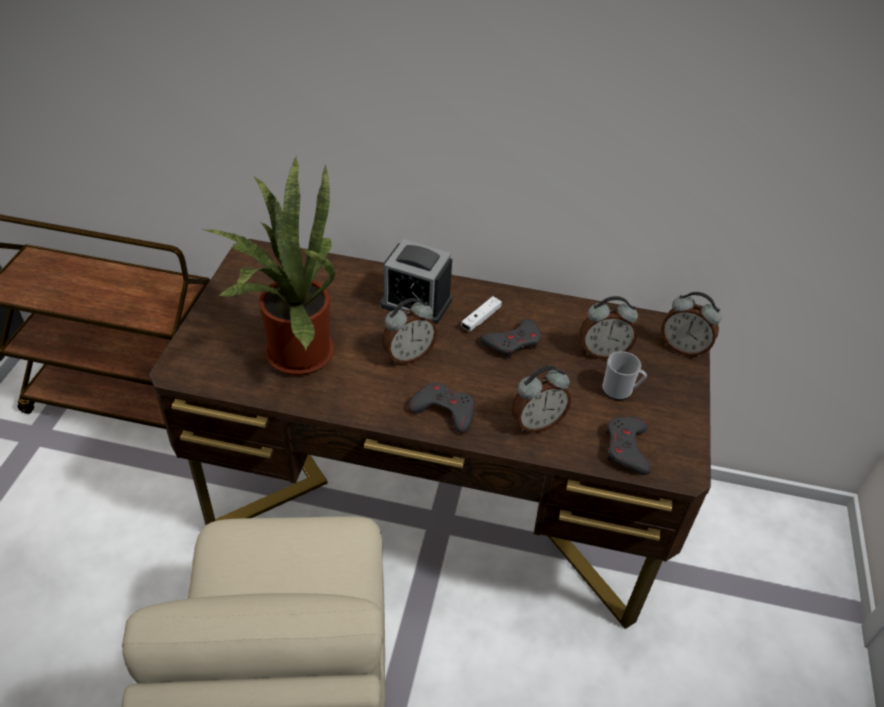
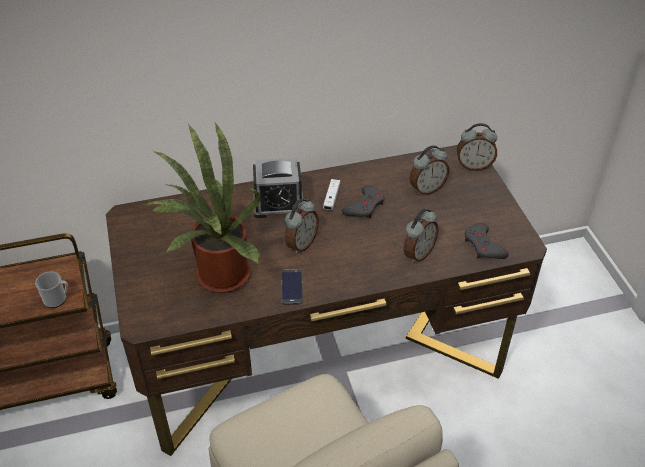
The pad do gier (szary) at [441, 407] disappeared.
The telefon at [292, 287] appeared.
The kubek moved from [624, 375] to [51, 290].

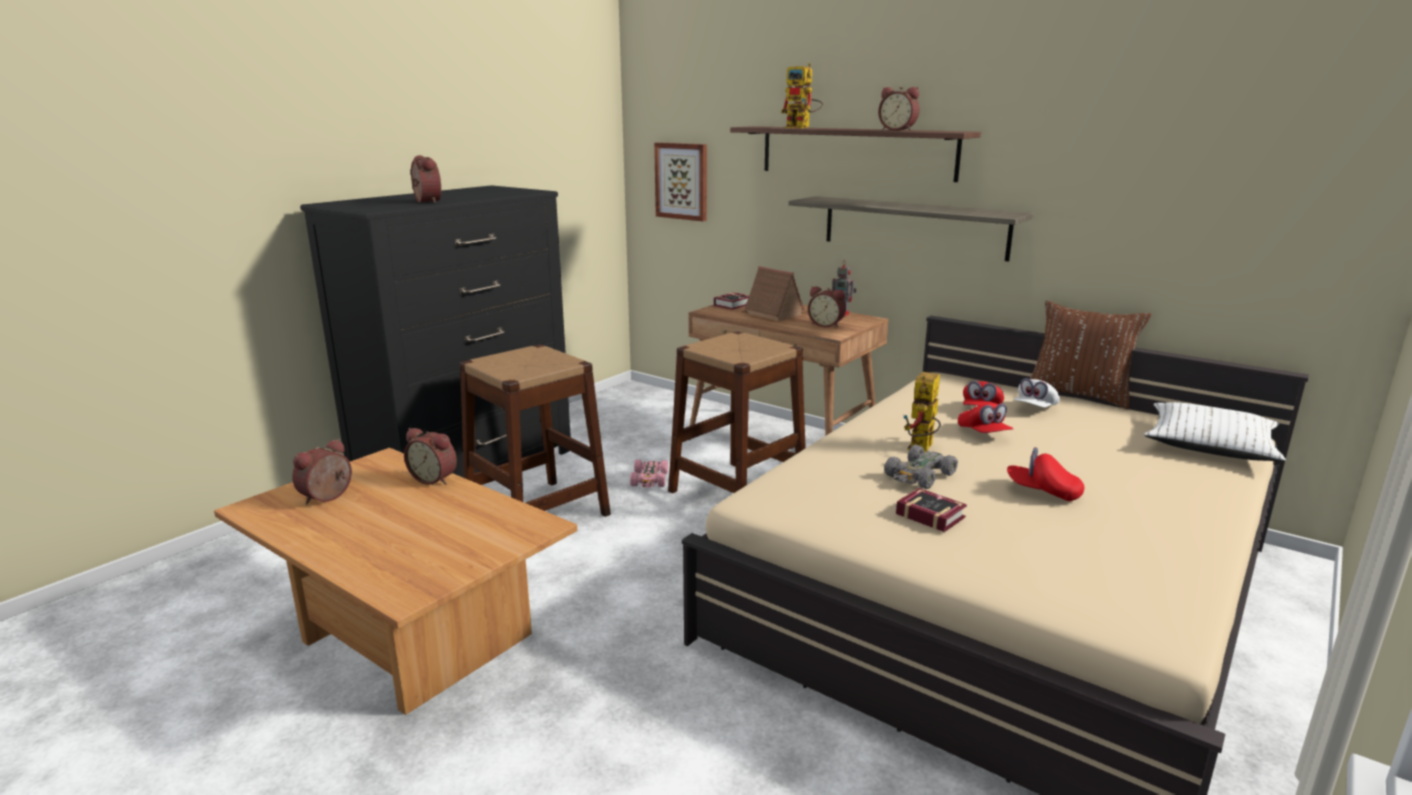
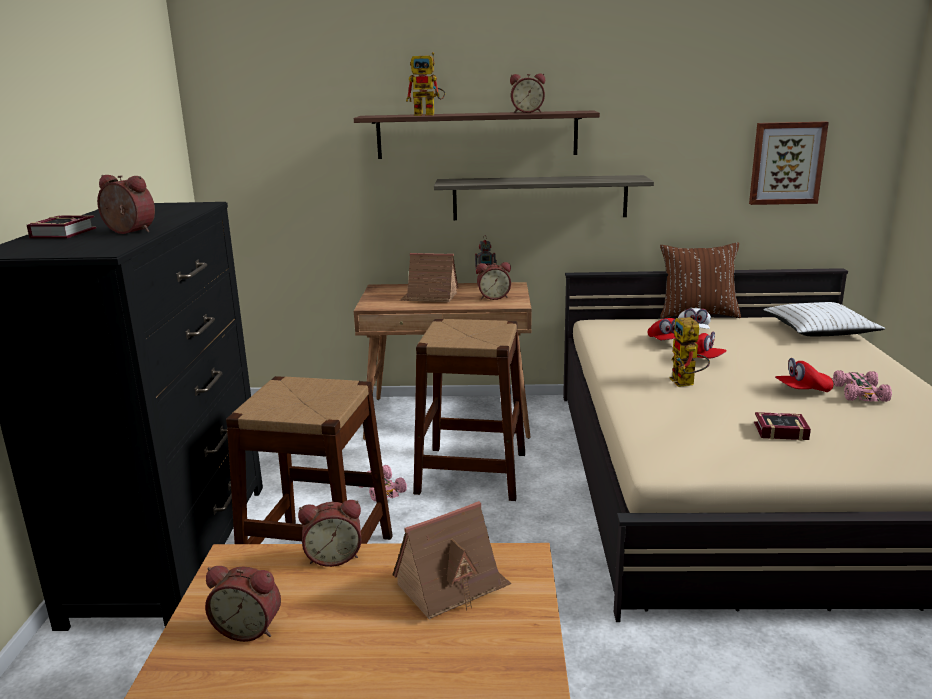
The samochodzik (szary) at [921, 467] disappeared.
The domek at [451, 560] appeared.
The samochodzik (różowy) at [862, 386] appeared.
The obraz moved from [680, 181] to [789, 163].
The książka moved from [731, 301] to [61, 226].
The budzik at [322, 471] turned 75 degrees counterclockwise.

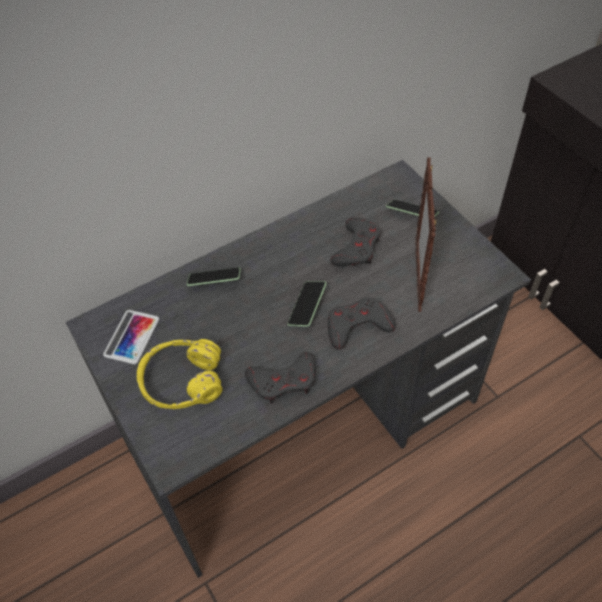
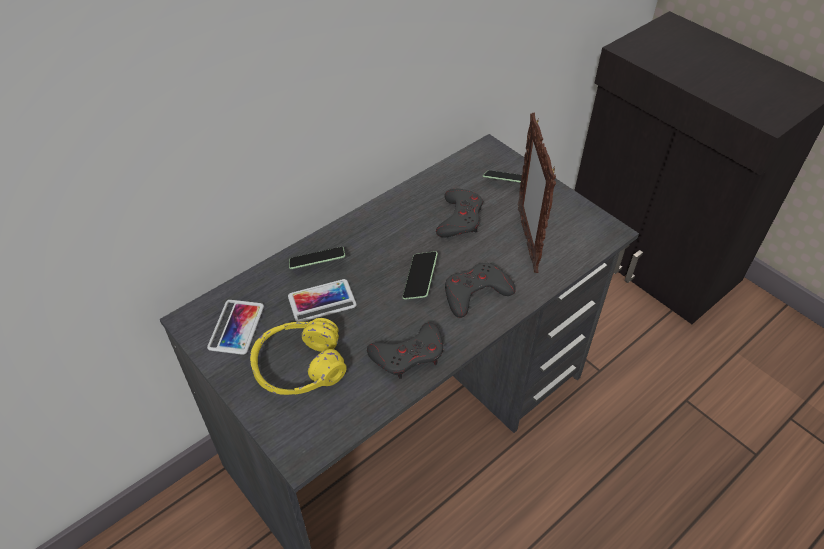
The telefon at [322, 300] appeared.

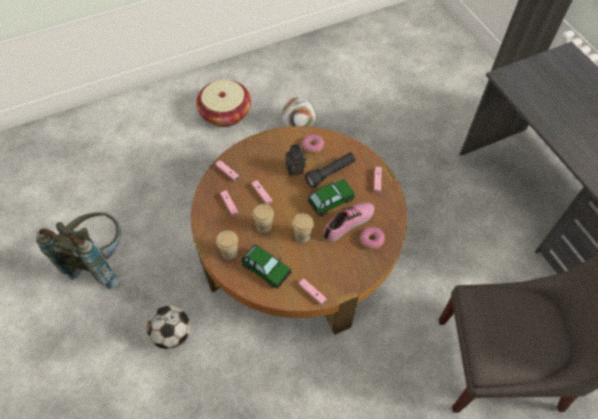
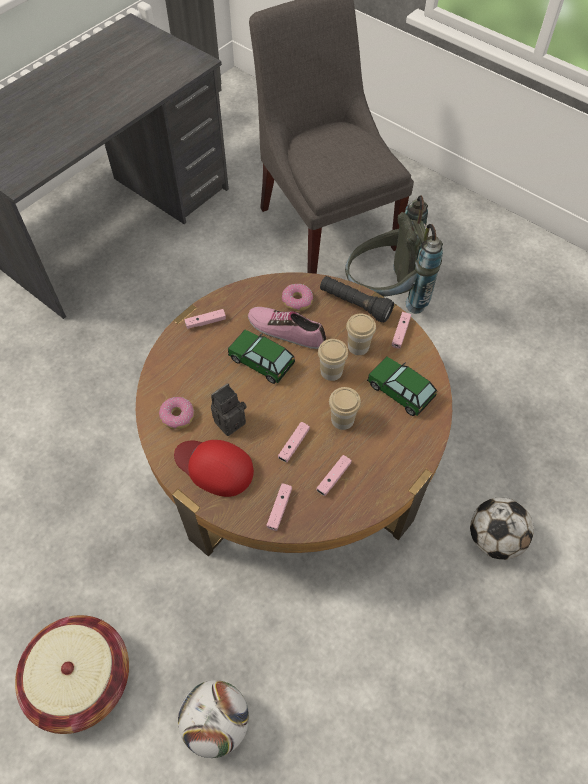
The czapka z daszkiem (czerwony) at [214, 468] appeared.
The plecak (szary) moved from [78, 250] to [394, 254].
The filiżanka moved from [227, 245] to [361, 334].
The piłka futbolowa moved from [299, 112] to [213, 719].
The latarka (czarny) moved from [330, 170] to [357, 299].
The samochodzik at [266, 266] turned 60 degrees counterclockwise.

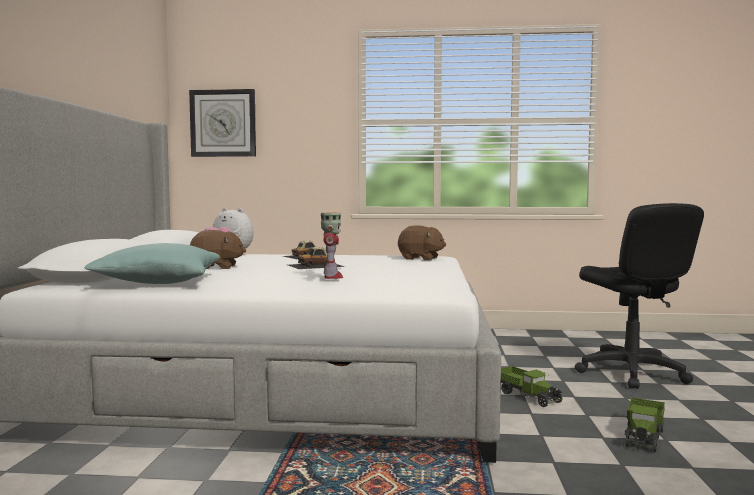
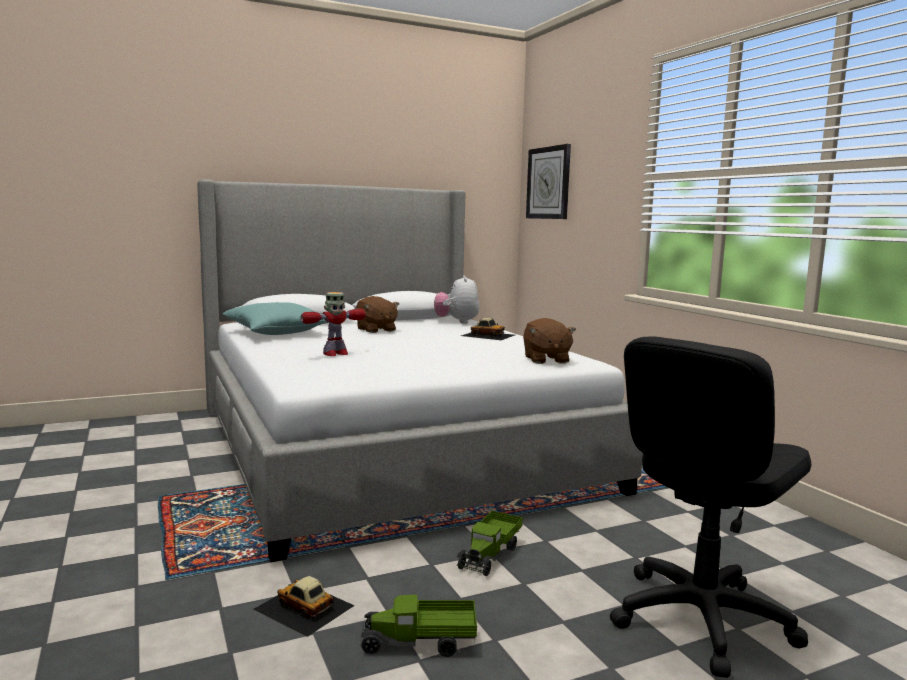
The samochodzik moved from [316, 258] to [304, 606].

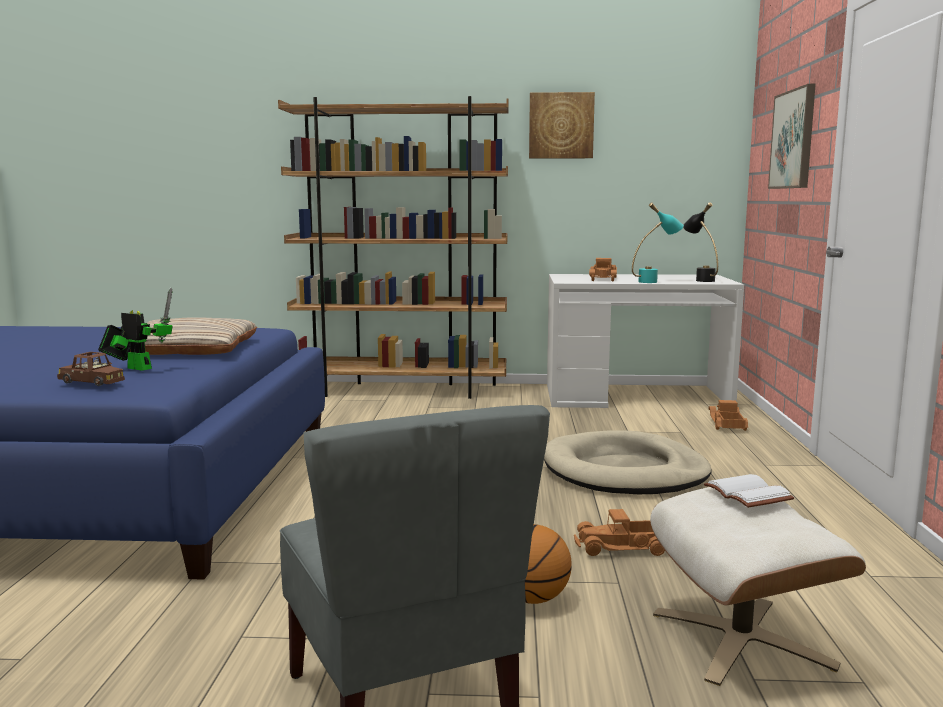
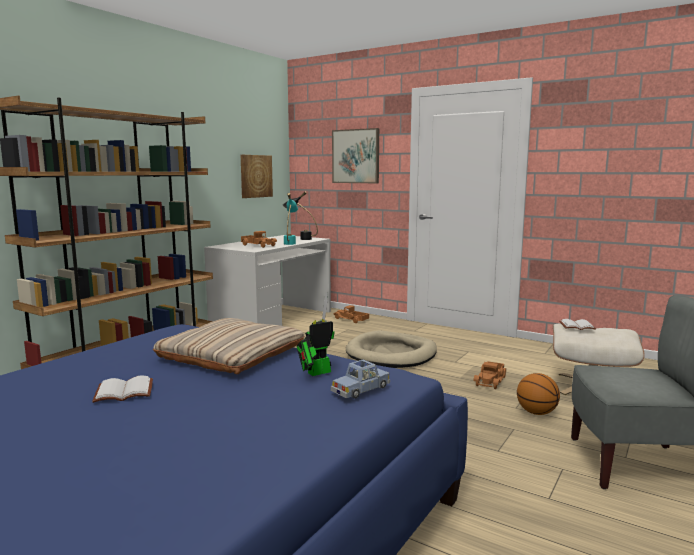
The książka (biały) at [122, 389] appeared.
The obraz moved from [562, 125] to [257, 176].
The samochodzik (brązowy) at [91, 369] became the samochodzik (niebieski) at [360, 379].

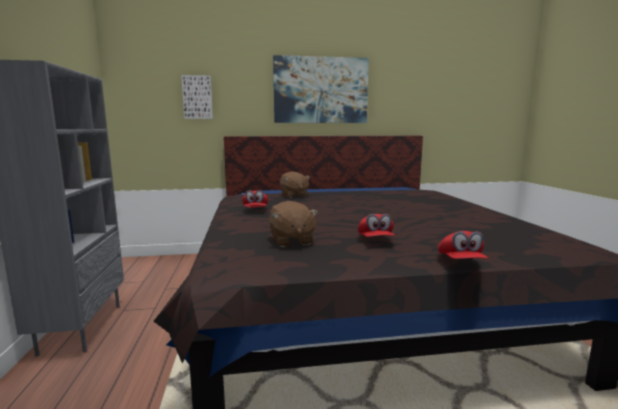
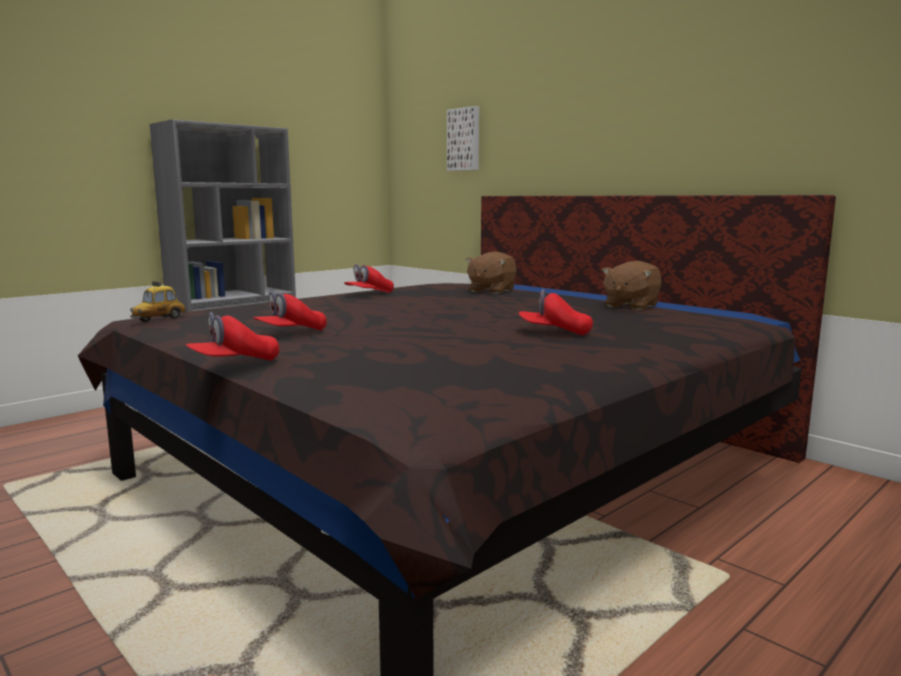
The obraz at [321, 89] disappeared.
The samochodzik at [159, 301] appeared.
The czapka z daszkiem (czerwony) at [556, 312] appeared.
The pluszak (brązowy) moved from [293, 224] to [632, 285].

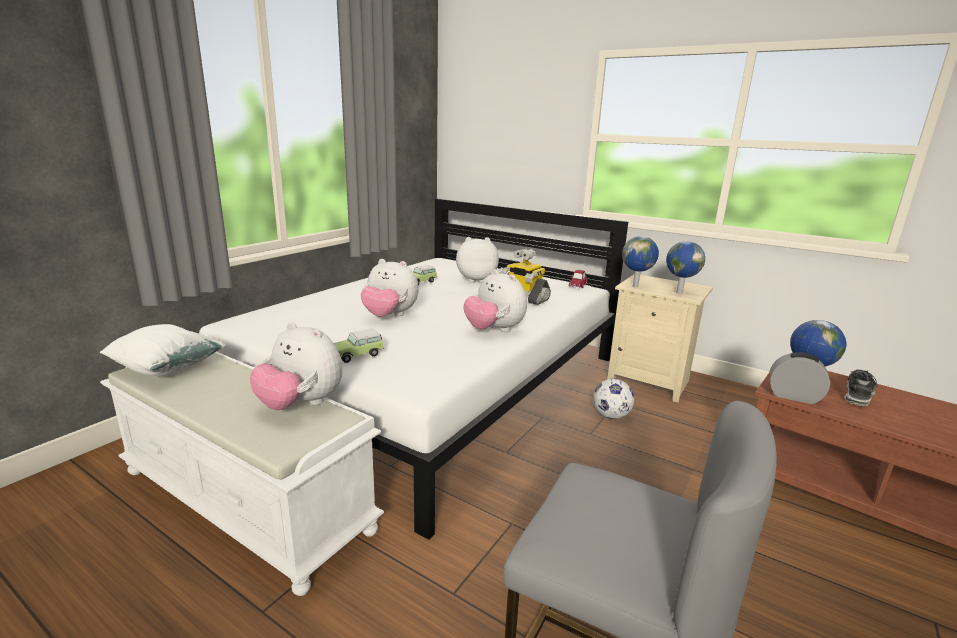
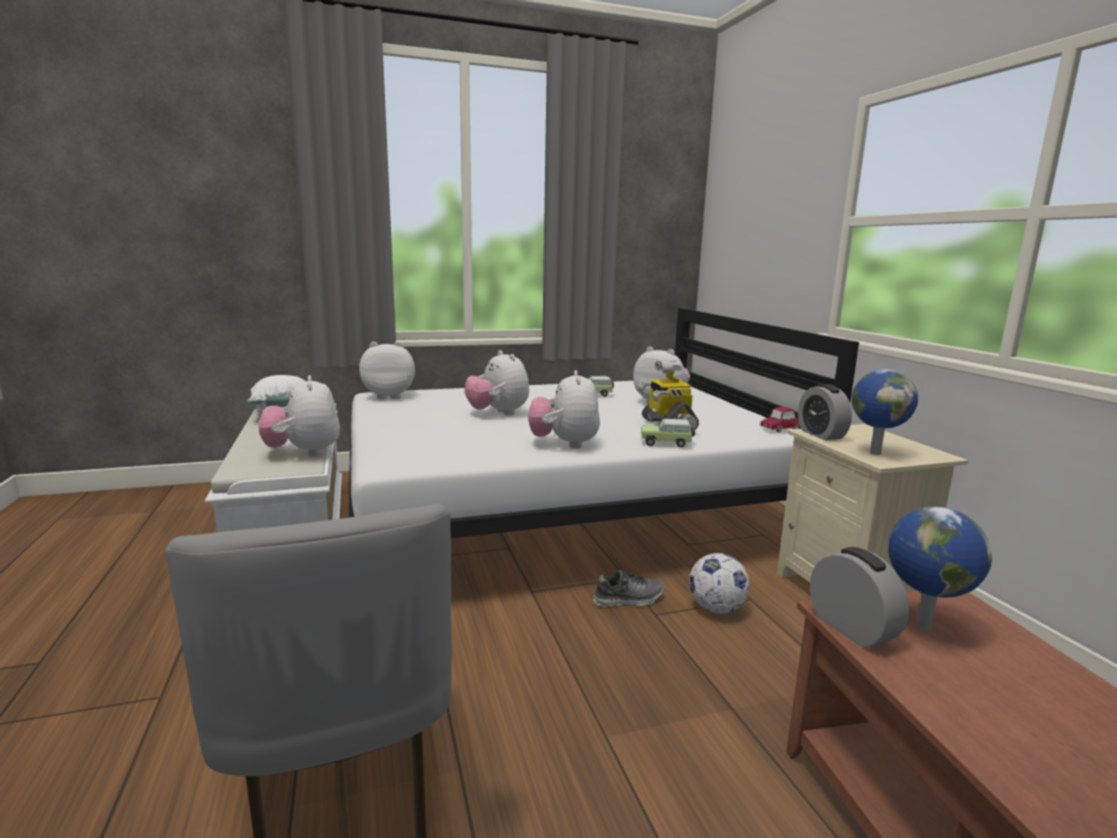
The pluszak at [387, 370] appeared.
The samochodzik moved from [359, 346] to [668, 433].
The but moved from [860, 388] to [629, 588].
The globus at [640, 261] was replaced by the budzik at [825, 412].

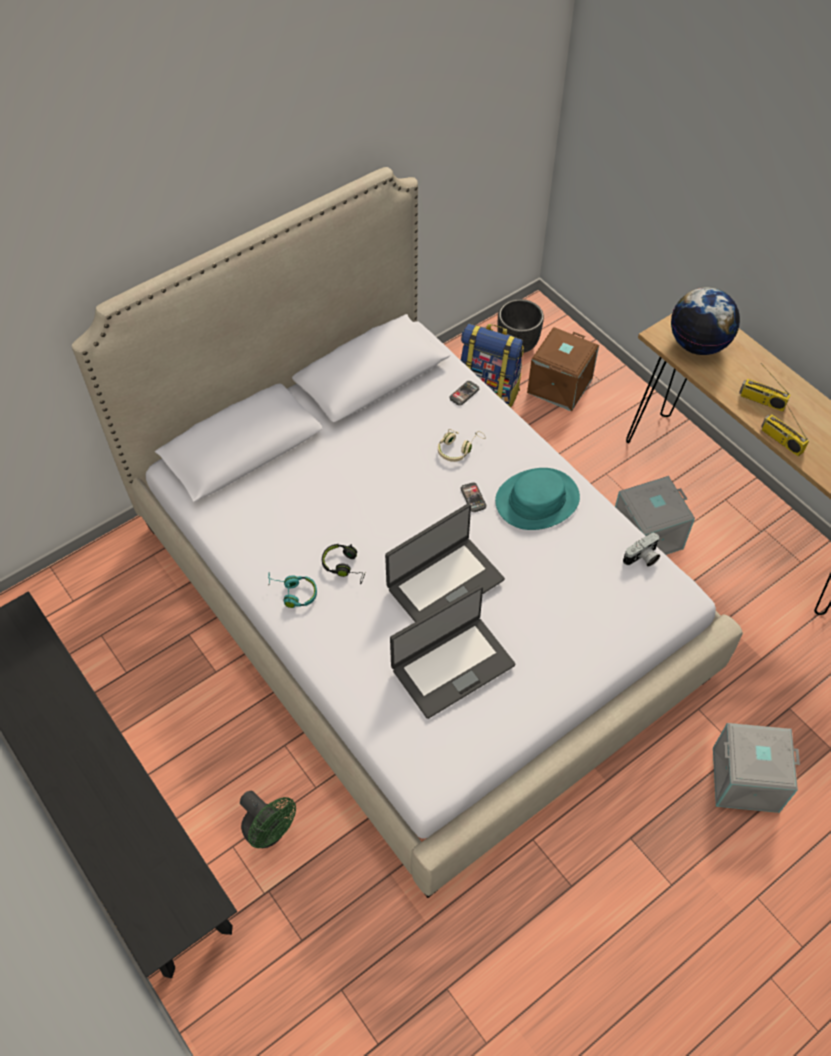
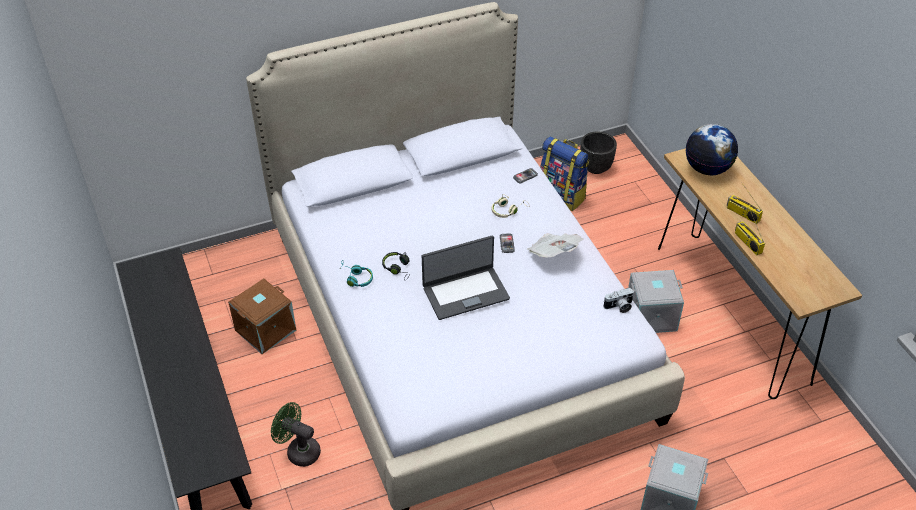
The laptop at [453, 652] disappeared.
The pojemnik do przechowywania (brązowy) moved from [563, 369] to [262, 316].
The kapelusz (turkusowy) at [537, 499] was replaced by the gazeta at [555, 245].
The wentylator (zielony) at [268, 819] turned 150 degrees clockwise.

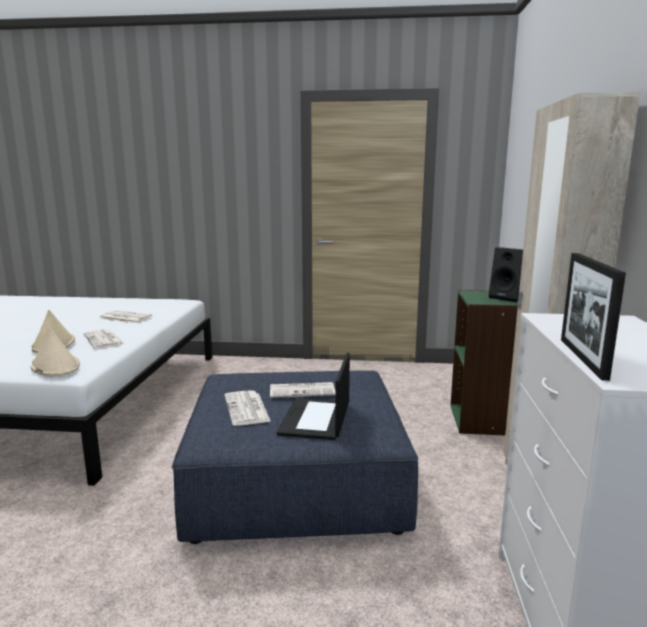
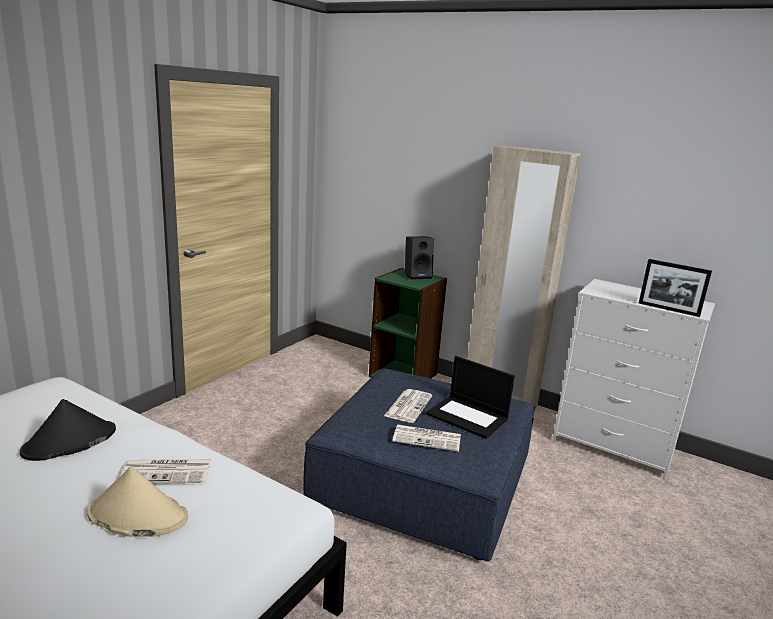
The kapelusz (beżowy) at [55, 352] disappeared.
The gazeta at [125, 316] was replaced by the kapelusz (czarny) at [68, 430].

